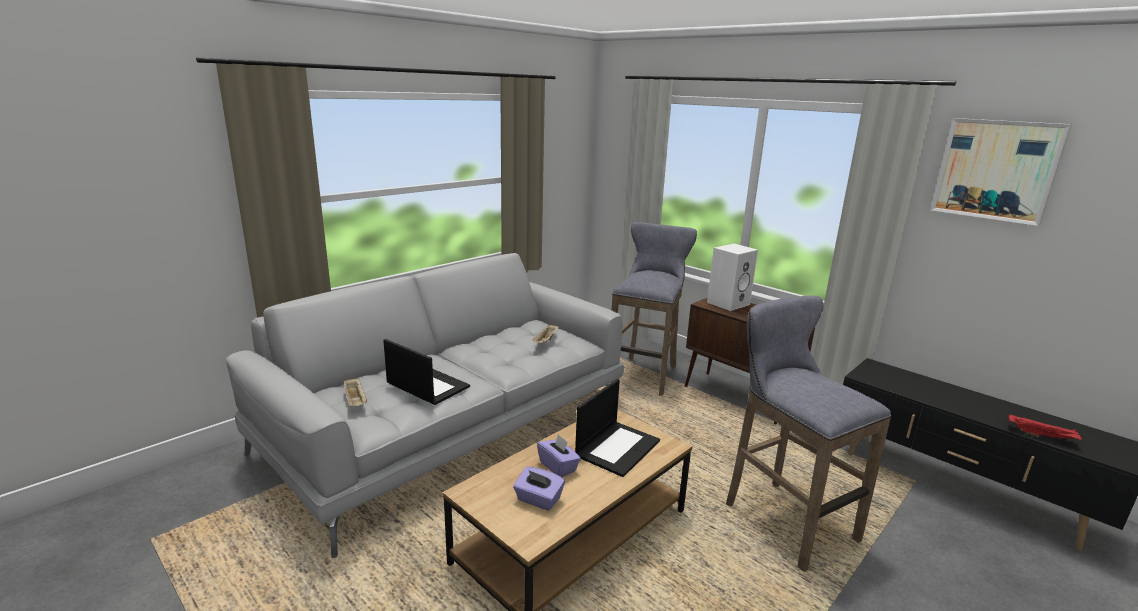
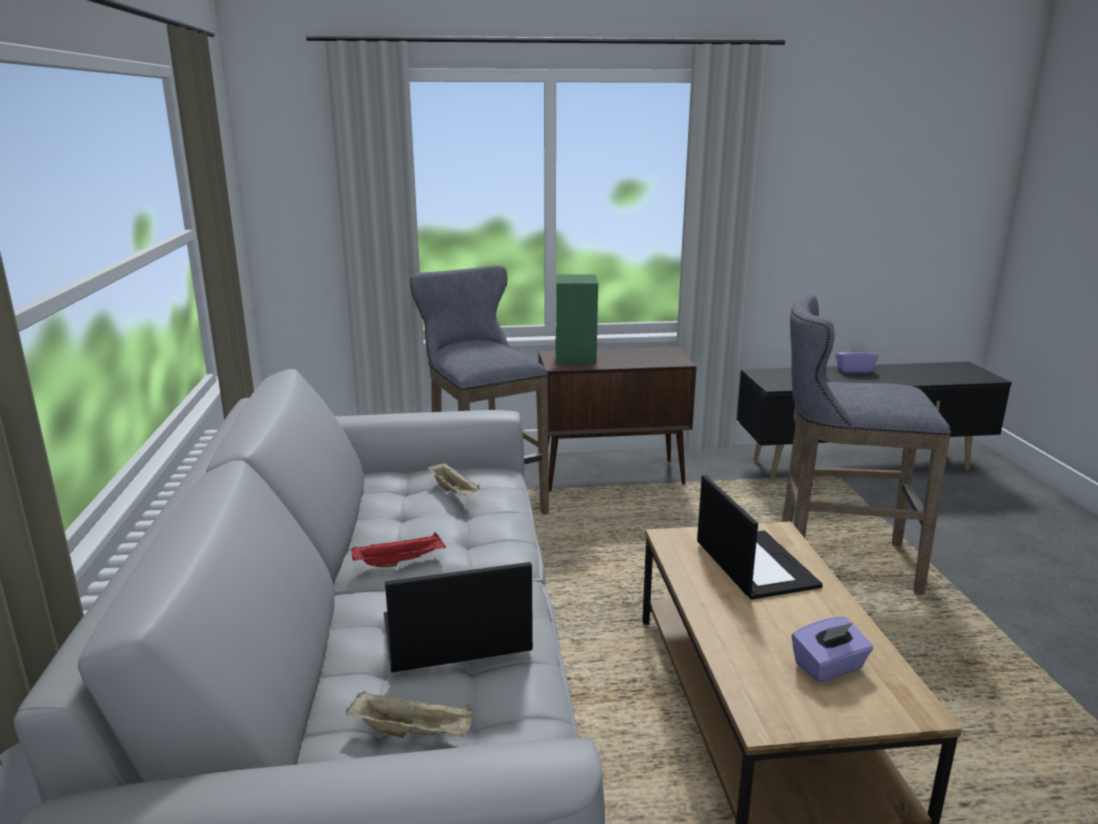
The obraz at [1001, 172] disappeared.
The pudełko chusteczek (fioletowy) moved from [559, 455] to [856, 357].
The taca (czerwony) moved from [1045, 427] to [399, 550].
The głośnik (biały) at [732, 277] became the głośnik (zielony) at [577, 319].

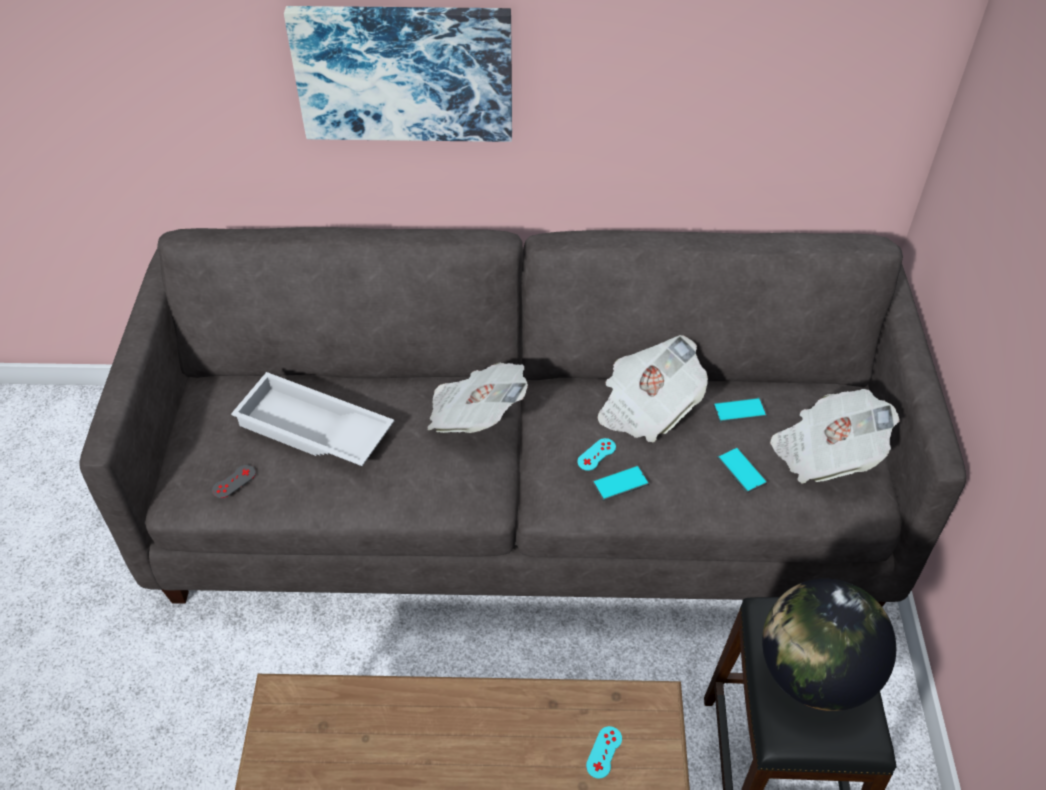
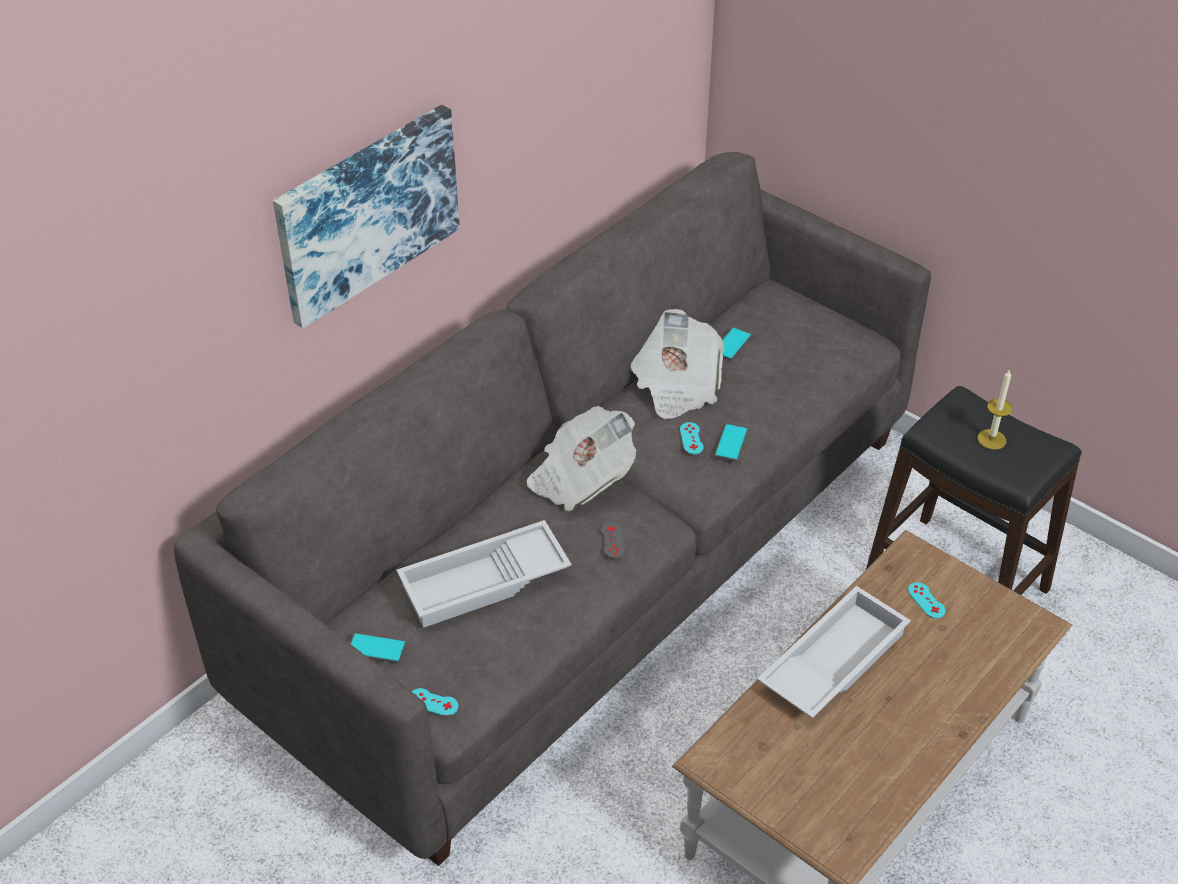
The gazeta at [835, 436] disappeared.
The pad do gier (turkusowy) at [435, 702] appeared.
The taca (biały) at [834, 652] appeared.
The pad do gier (szary) moved from [234, 481] to [613, 540].
The telefon moved from [742, 470] to [378, 648].
The globus at [829, 644] was replaced by the świeca at [995, 409].

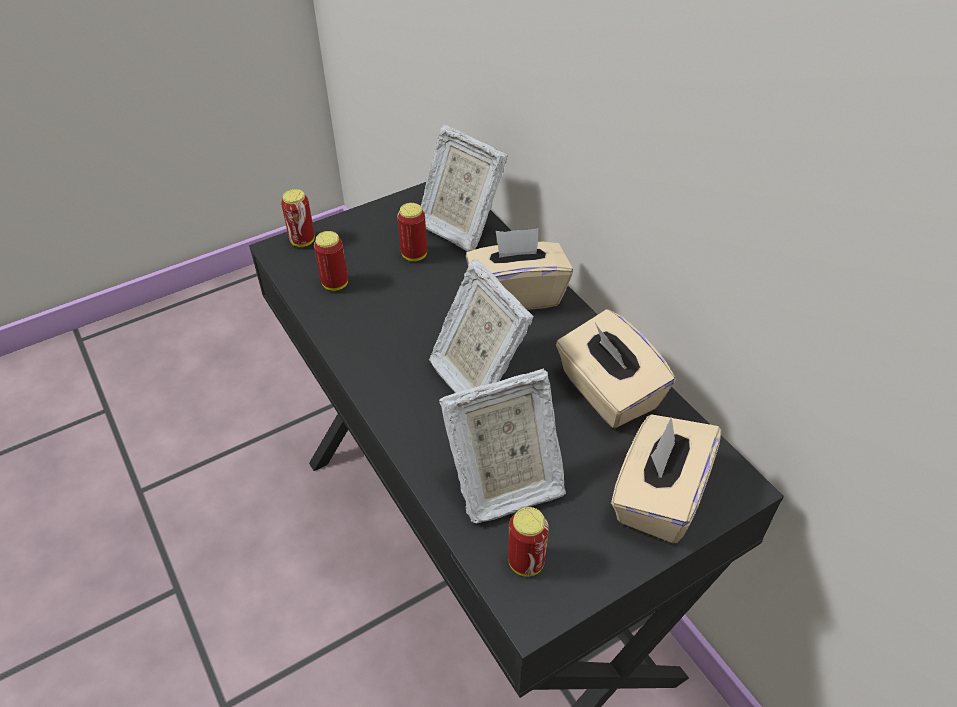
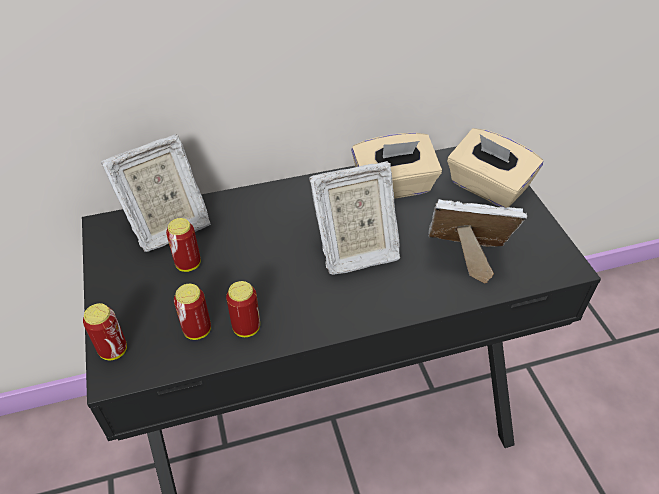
The pudełko chusteczek (beżowy) at [519, 269] disappeared.
The puszka moved from [528, 542] to [243, 309].
The ramka na zdjęcie at [502, 446] turned 75 degrees counterclockwise.

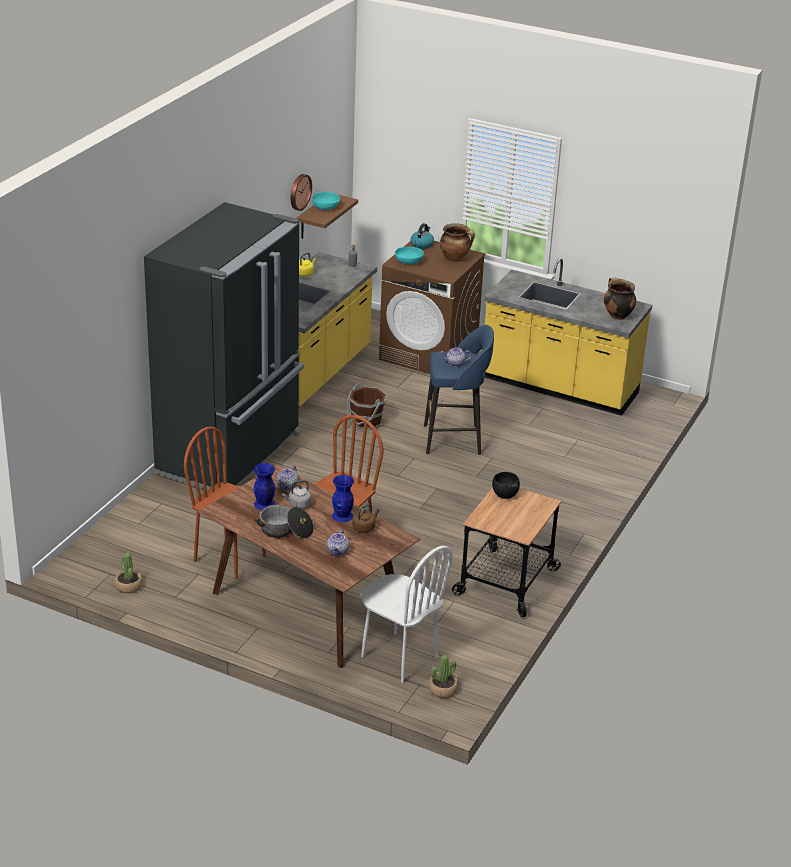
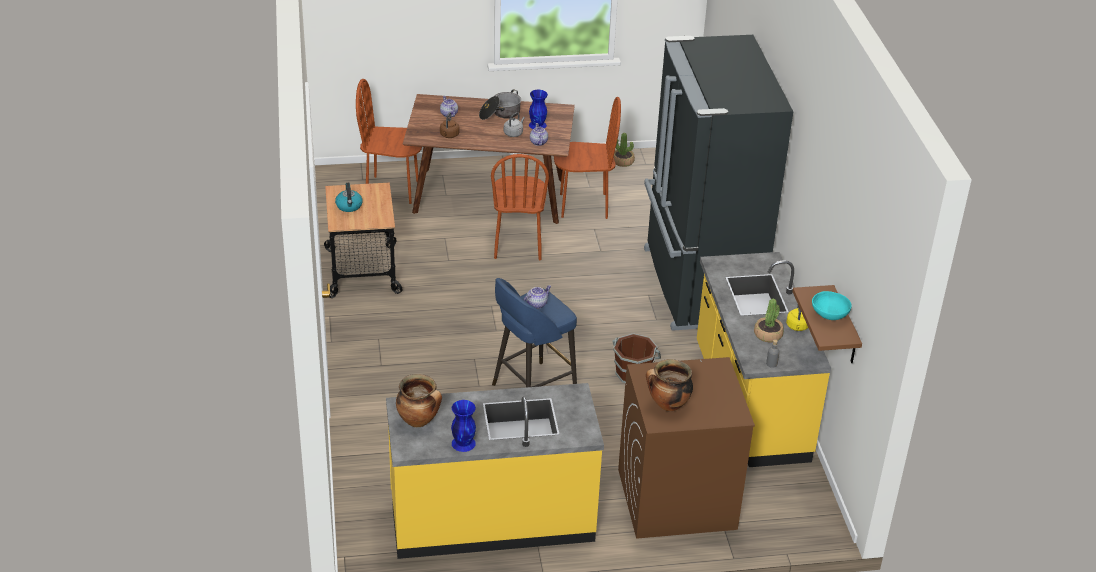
The zegar ścienny at [301, 192] disappeared.
The miska (turkusowy) at [409, 255] disappeared.
The miska (czarny) at [506, 485] disappeared.
The wazon (niebieski) moved from [343, 498] to [463, 426].
The czajnik moved from [422, 236] to [349, 197].
The roślina doniczkowa moved from [443, 676] to [769, 320].
The krzesło (biały) at [406, 614] became the krzesło (brązowy) at [389, 141].

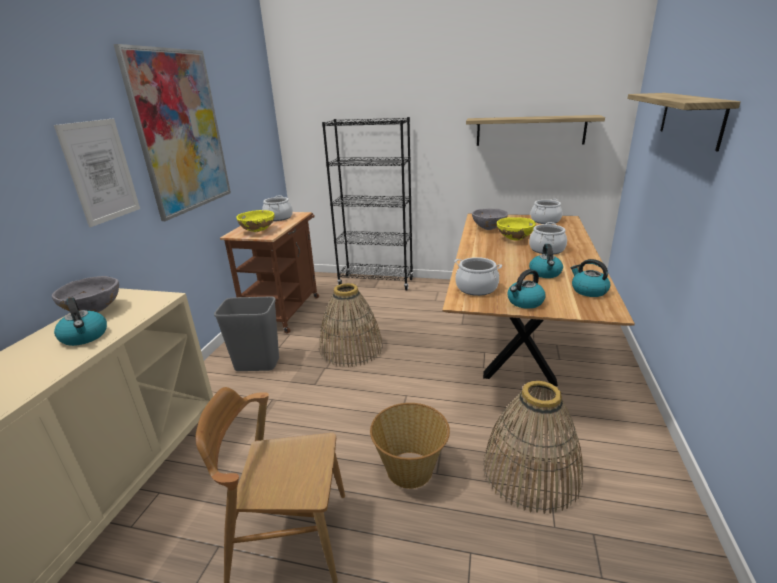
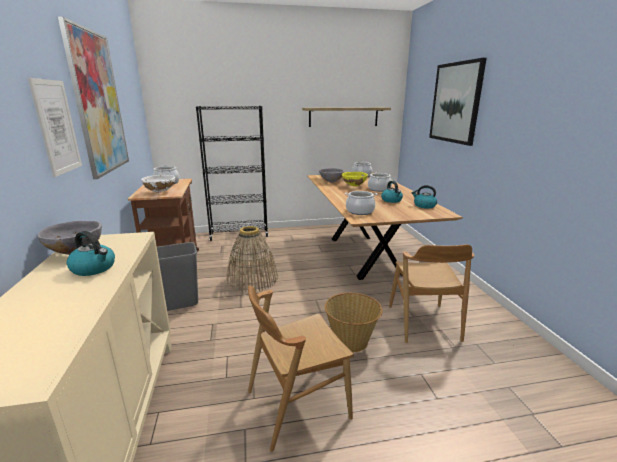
The czajnik at [526, 289] disappeared.
The koszyk at [533, 447] was replaced by the krzesło (brązowy) at [432, 293].
The półka at [684, 122] was replaced by the obraz at [458, 102].
The miska (żółty) at [255, 221] became the miska (biały) at [158, 184].

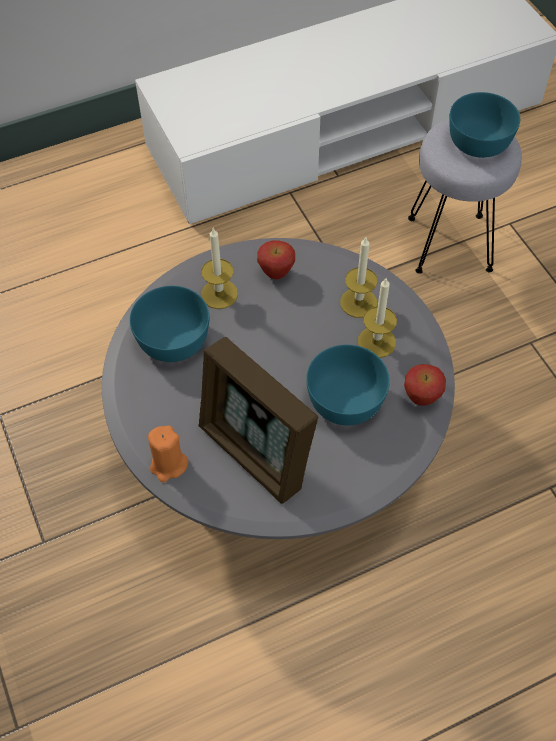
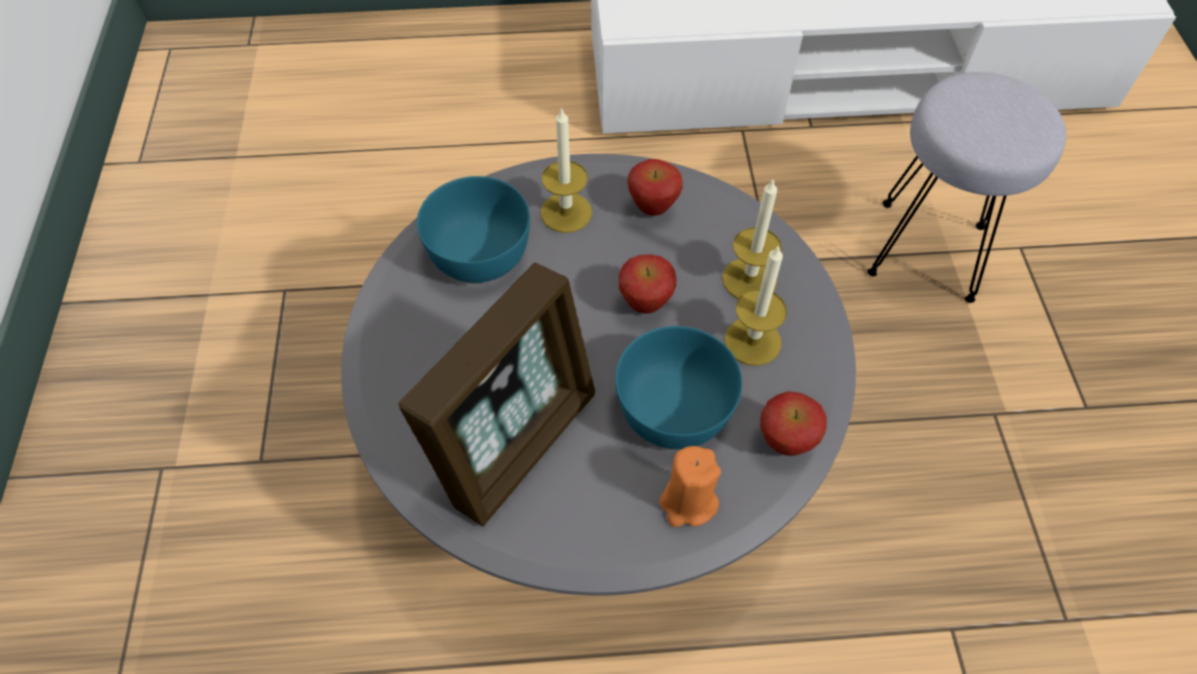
The miska (turkusowy) at [484, 125] disappeared.
The jabłko at [648, 284] appeared.
The świeca (pomarańczowy) moved from [168, 454] to [690, 486].
The ramka na zdjęcie at [258, 420] turned 120 degrees counterclockwise.

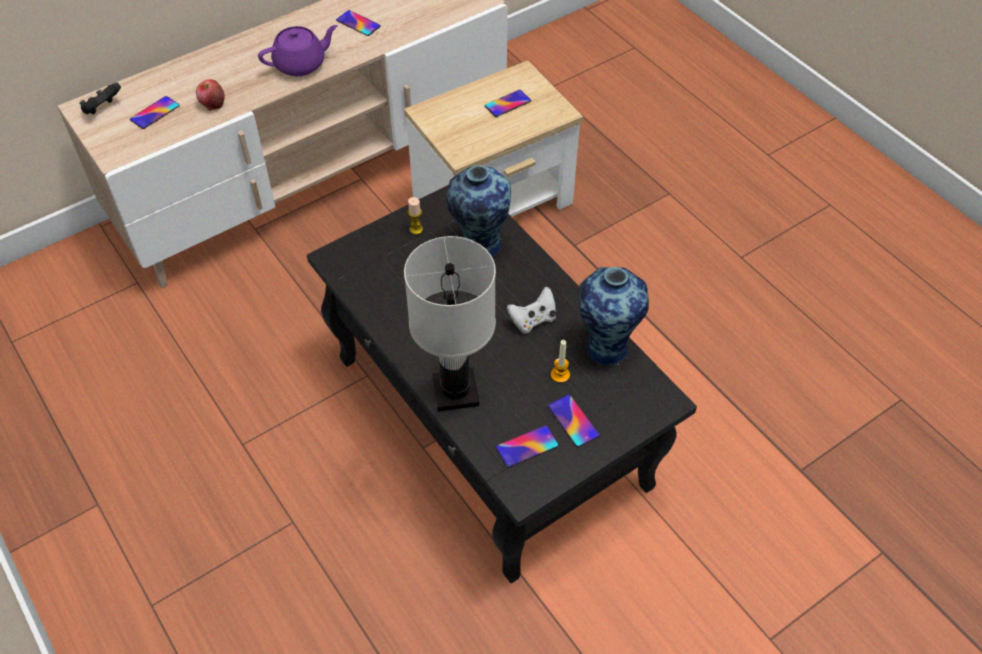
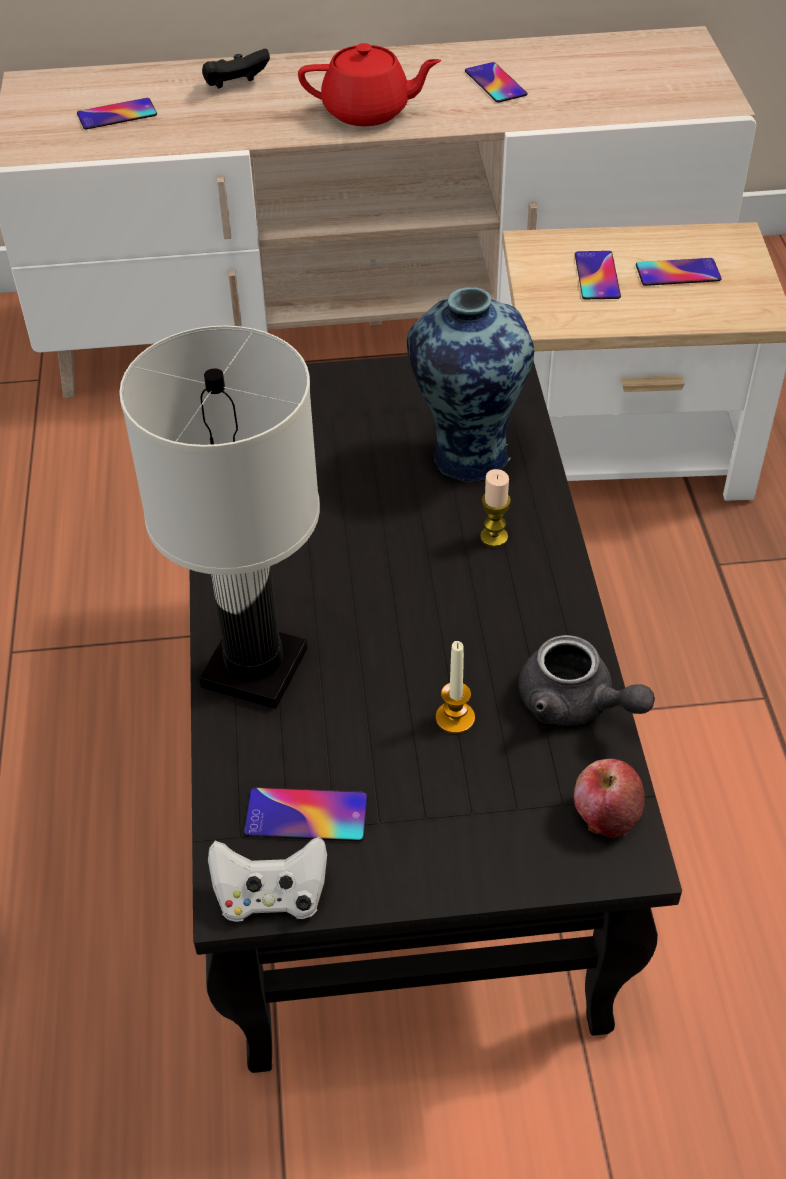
The pad do gier (czarny) moved from [100, 99] to [236, 69].
The jabłko moved from [210, 94] to [609, 798].
The świeca moved from [415, 216] to [495, 508].
The pad do gier (biały) moved from [531, 310] to [267, 879].
The telefon moved from [574, 421] to [598, 275].
The wazon at [614, 316] was replaced by the imbryk (szary) at [587, 680].
The imbryk (fioletowy) at [298, 50] became the imbryk (czerwony) at [369, 84].

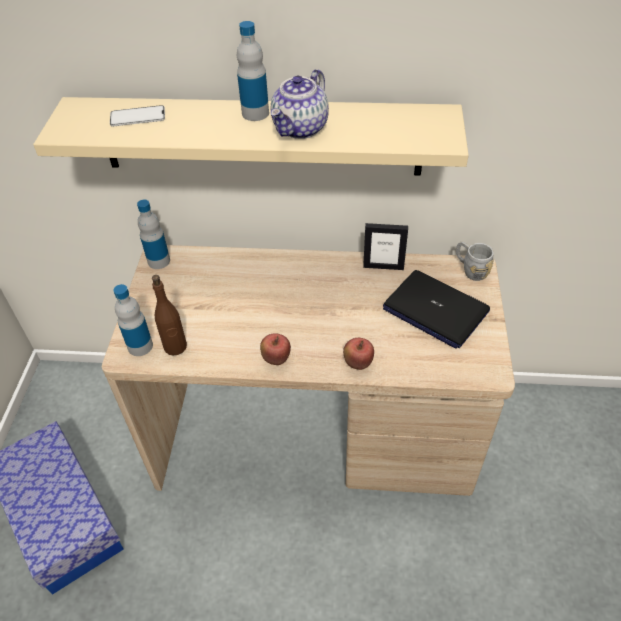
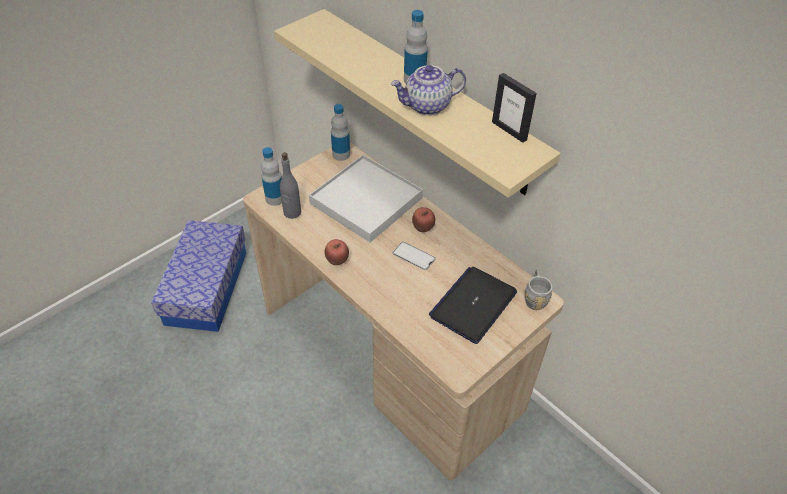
The taca (biały) at [366, 198] appeared.
The telefon moved from [137, 115] to [414, 256].
The jabłko moved from [358, 354] to [423, 219].
The ramka na zdjęcie moved from [385, 246] to [514, 108].
The butelka (brązowy) at [169, 315] became the butelka (szary) at [290, 185].
The laptop at [436, 309] turned 45 degrees clockwise.

